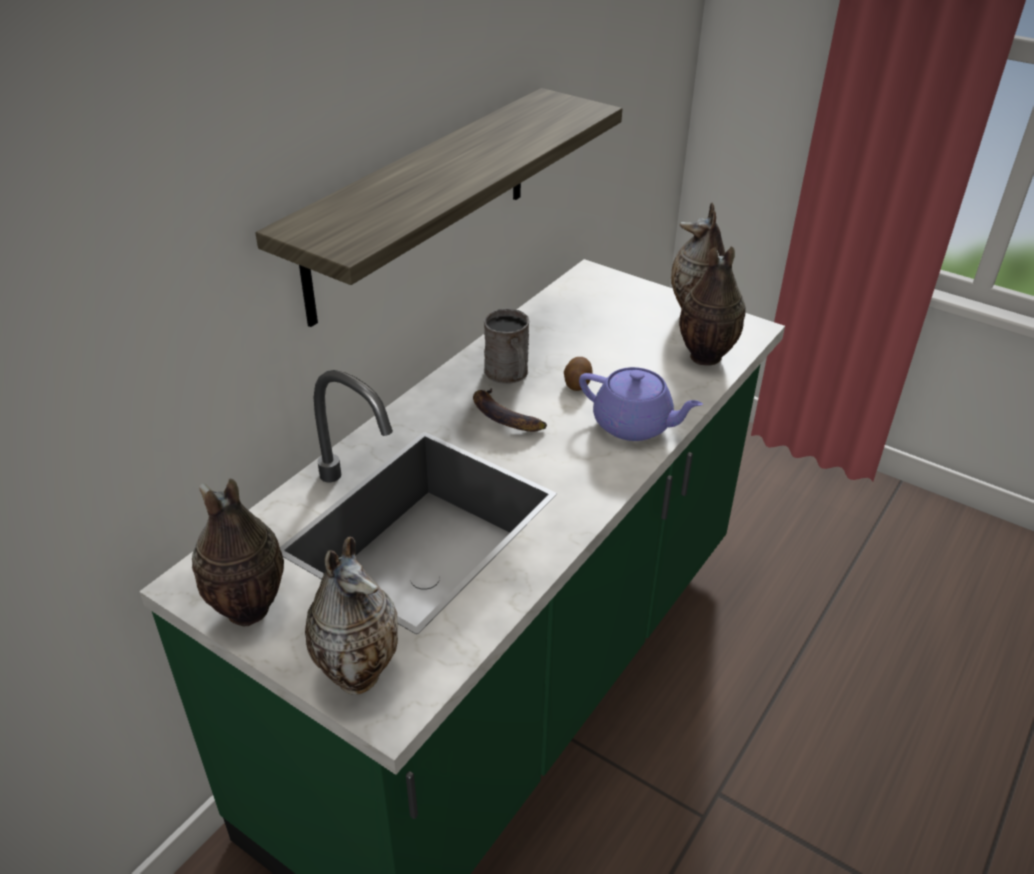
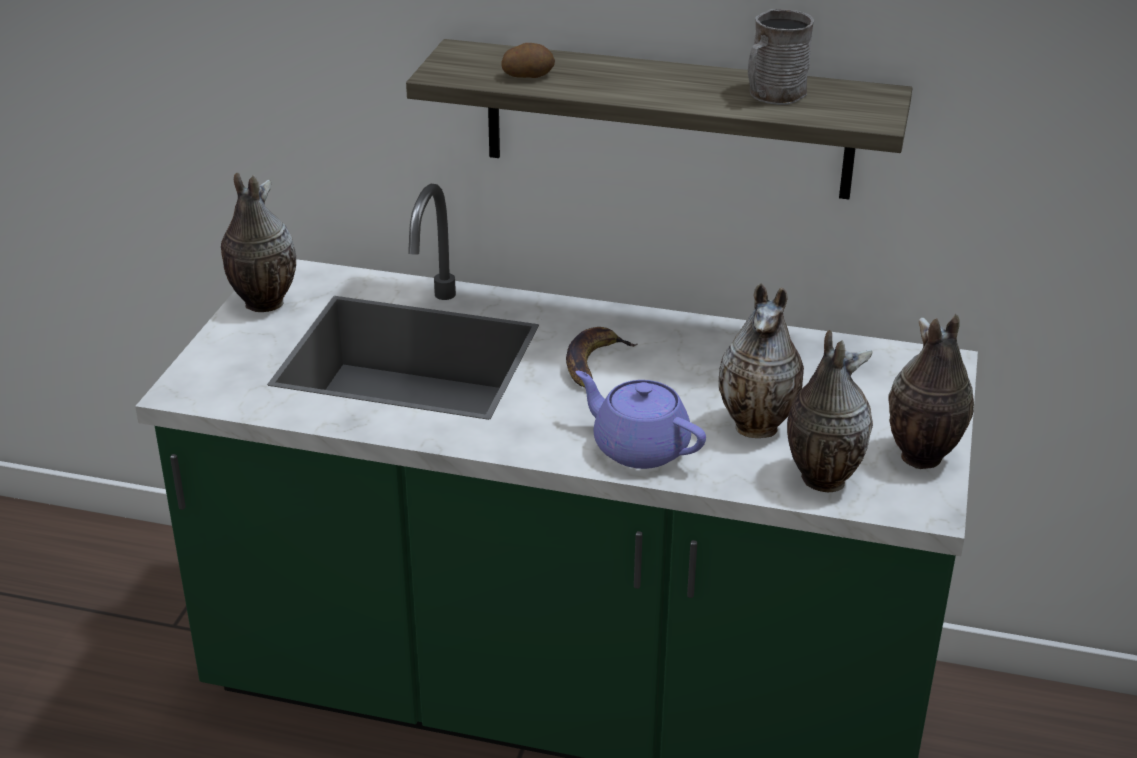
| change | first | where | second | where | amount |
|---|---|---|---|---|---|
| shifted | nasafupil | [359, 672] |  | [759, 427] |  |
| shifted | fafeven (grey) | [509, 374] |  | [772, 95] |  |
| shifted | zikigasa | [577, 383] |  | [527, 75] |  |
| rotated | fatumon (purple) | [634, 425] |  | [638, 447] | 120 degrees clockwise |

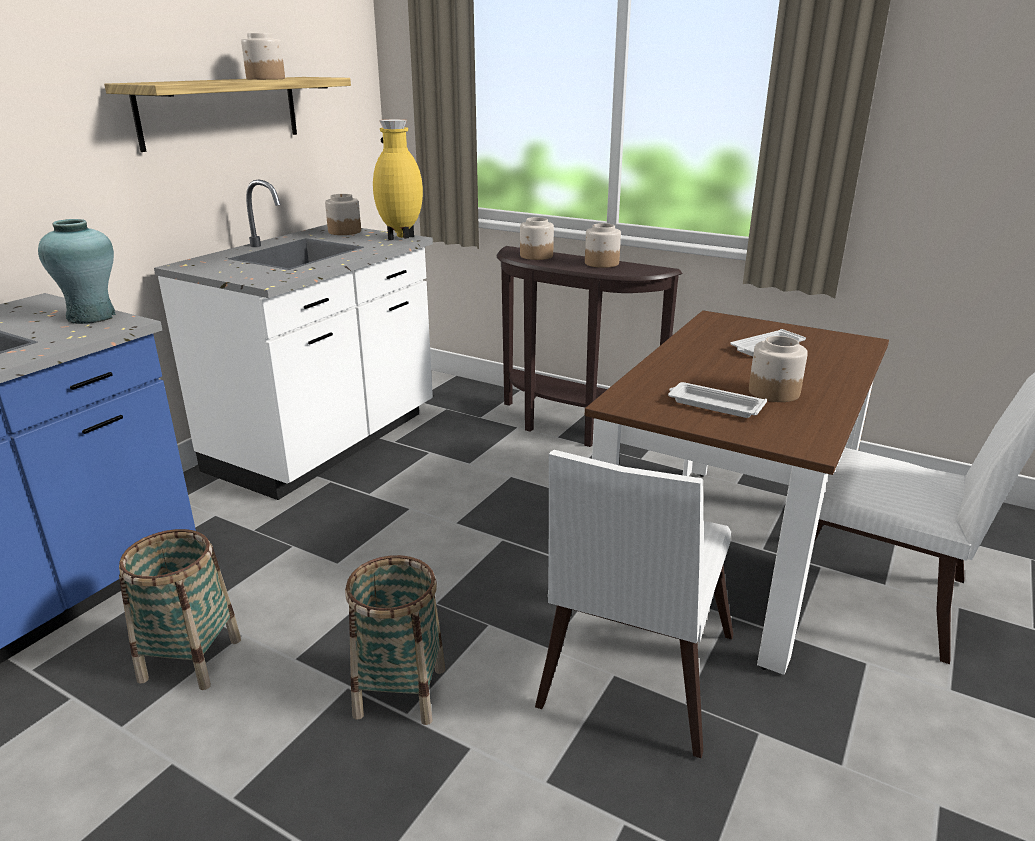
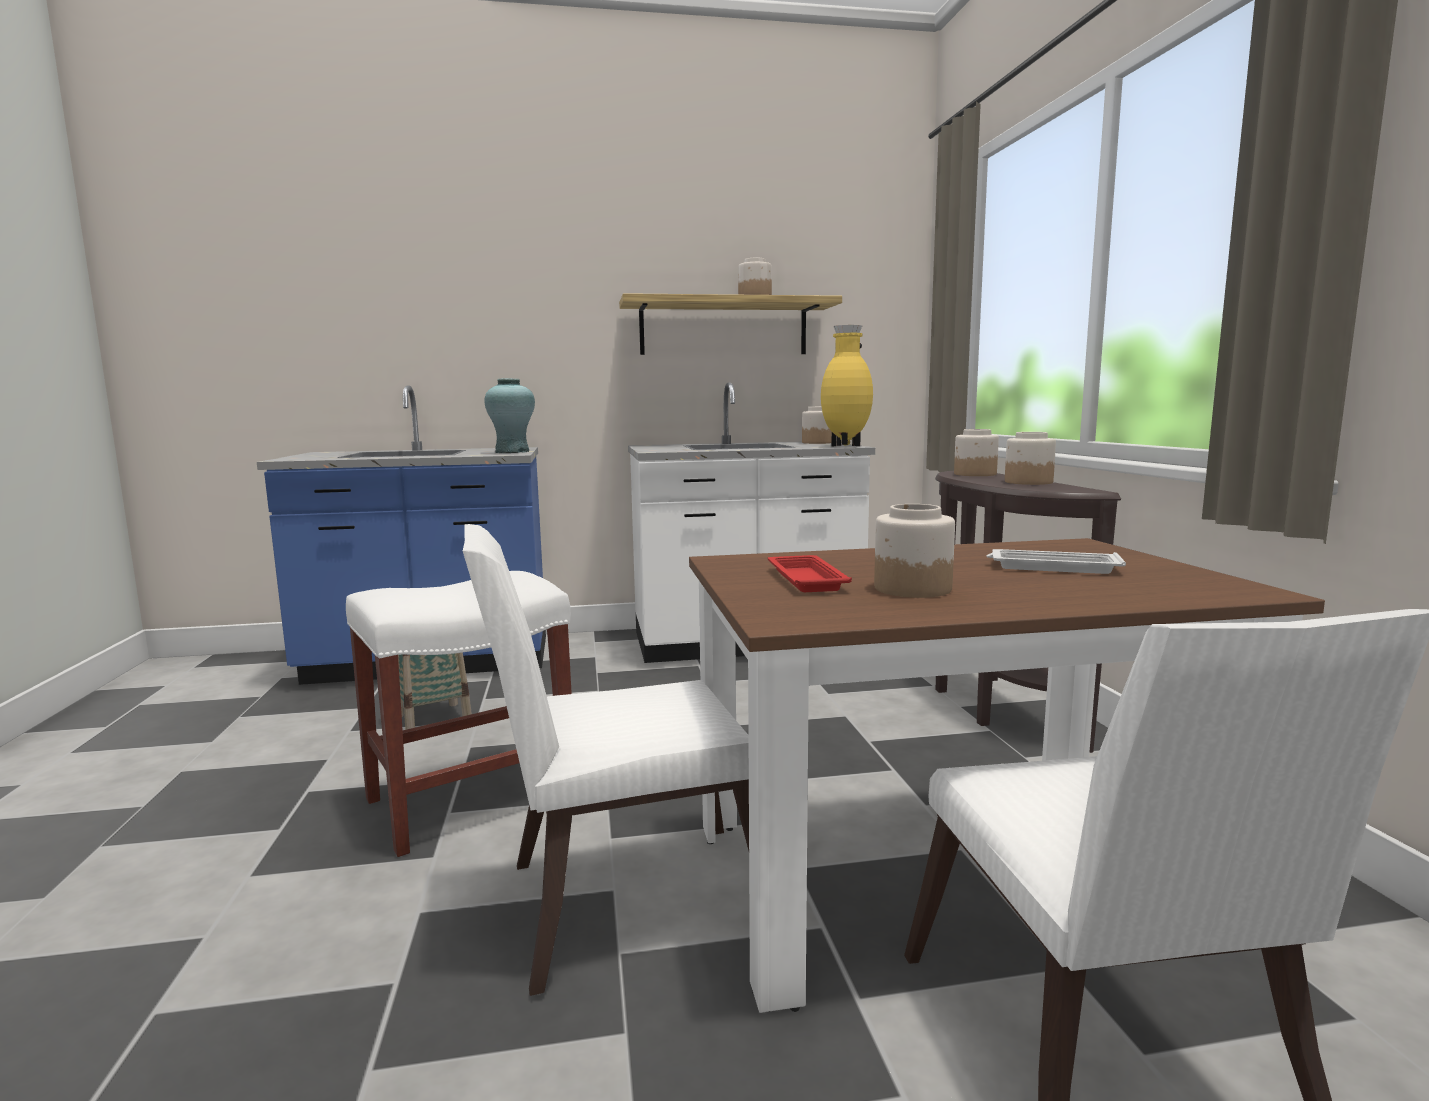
| change | first | where | second | where | amount |
|---|---|---|---|---|---|
| swapped | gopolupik | [400, 691] | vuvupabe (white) | [474, 798] |  |
| repainted | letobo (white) | [713, 405] | letobo (red) | [805, 579] |  |

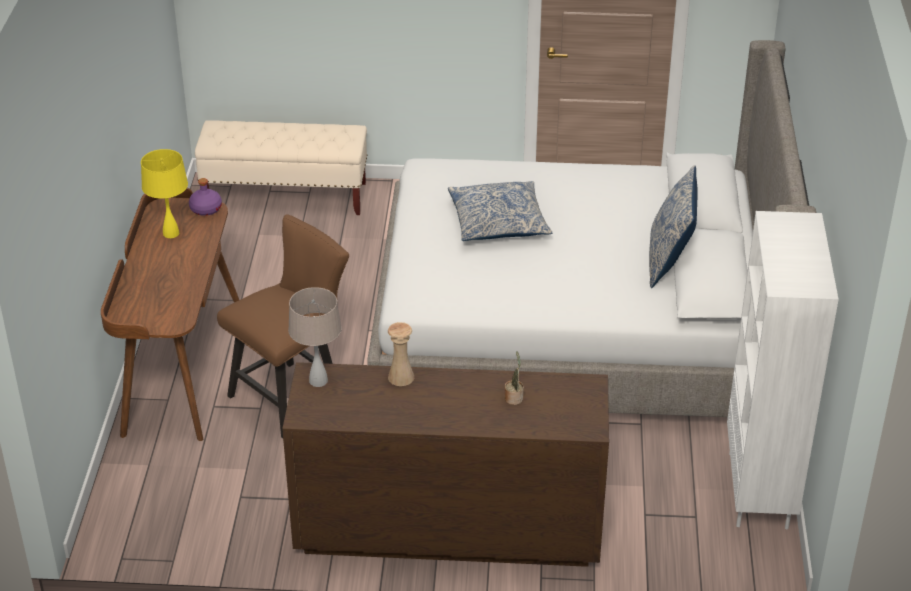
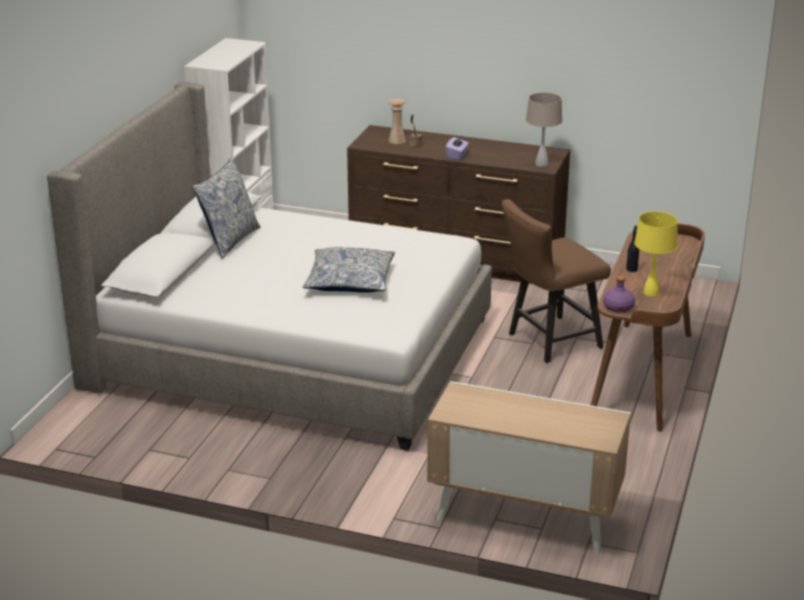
| change | first | where | second | where | amount |
|---|---|---|---|---|---|
| swapped | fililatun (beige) | [286, 196] | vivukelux | [523, 518] |  |
| shifted | nasafupil (beige) | [401, 377] |  | [397, 140] |  |
| new |  |  | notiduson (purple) | [457, 156] |  |
| new |  |  | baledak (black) | [631, 269] |  |

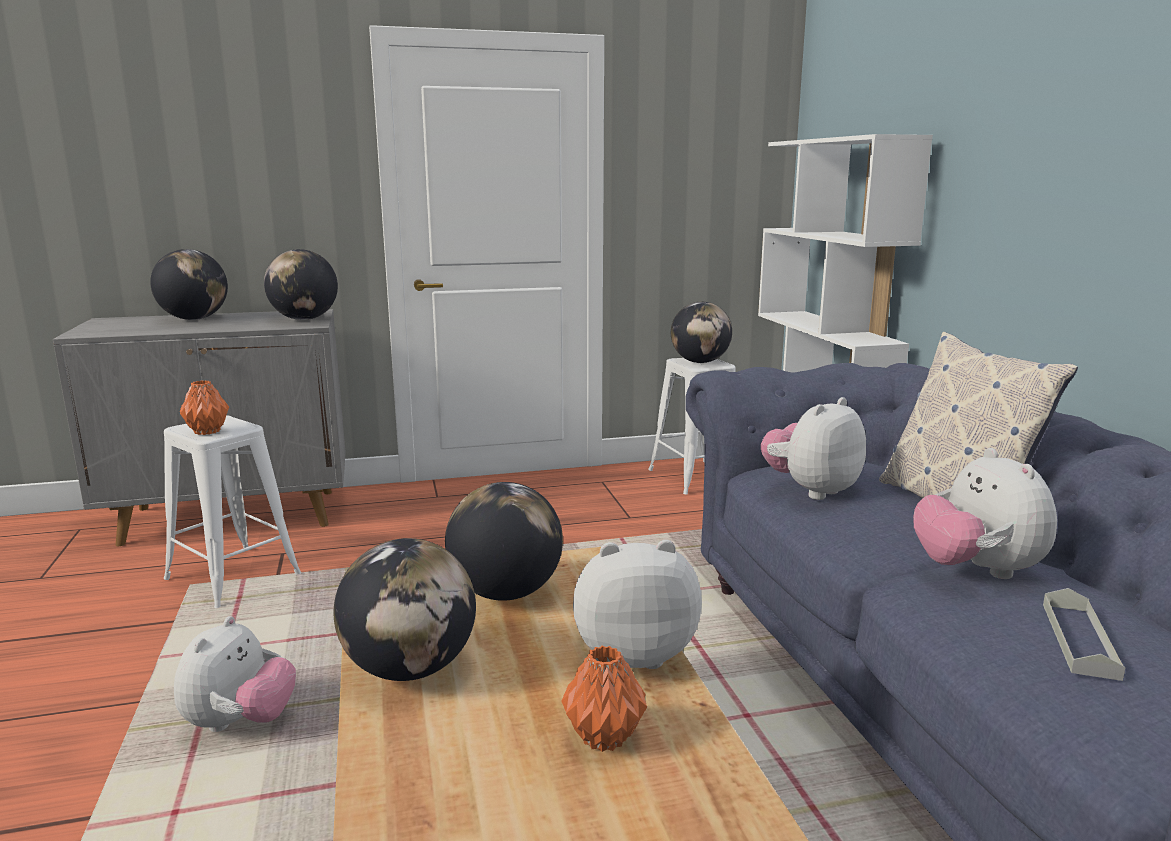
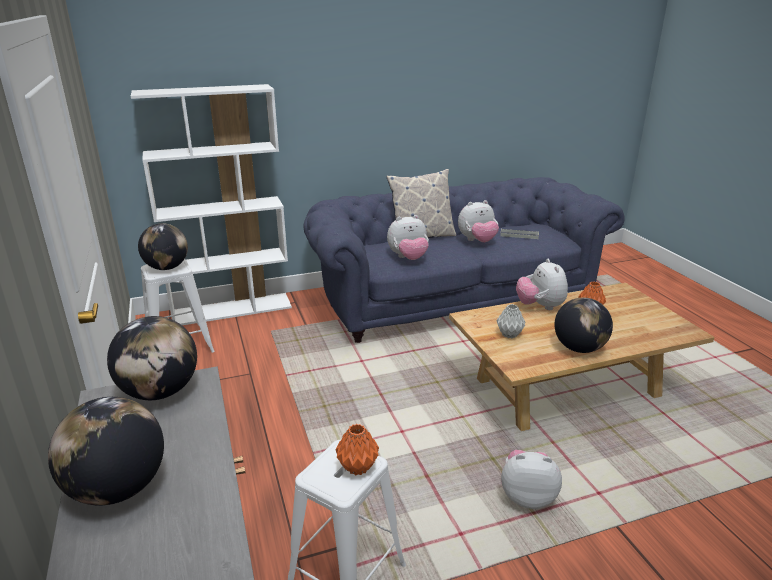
| change | first | where | second | where | amount |
|---|---|---|---|---|---|
| swapped | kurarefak | [505, 593] | nasafupil (grey) | [509, 334] |  |
| rotated | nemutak | [811, 490] |  | [408, 258] | 60 degrees counterclockwise |

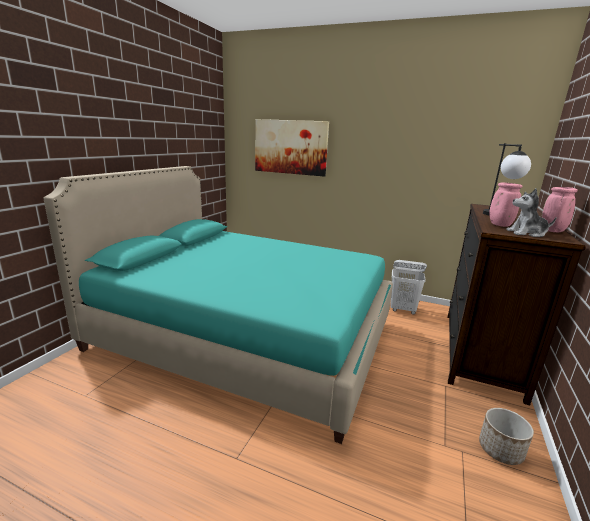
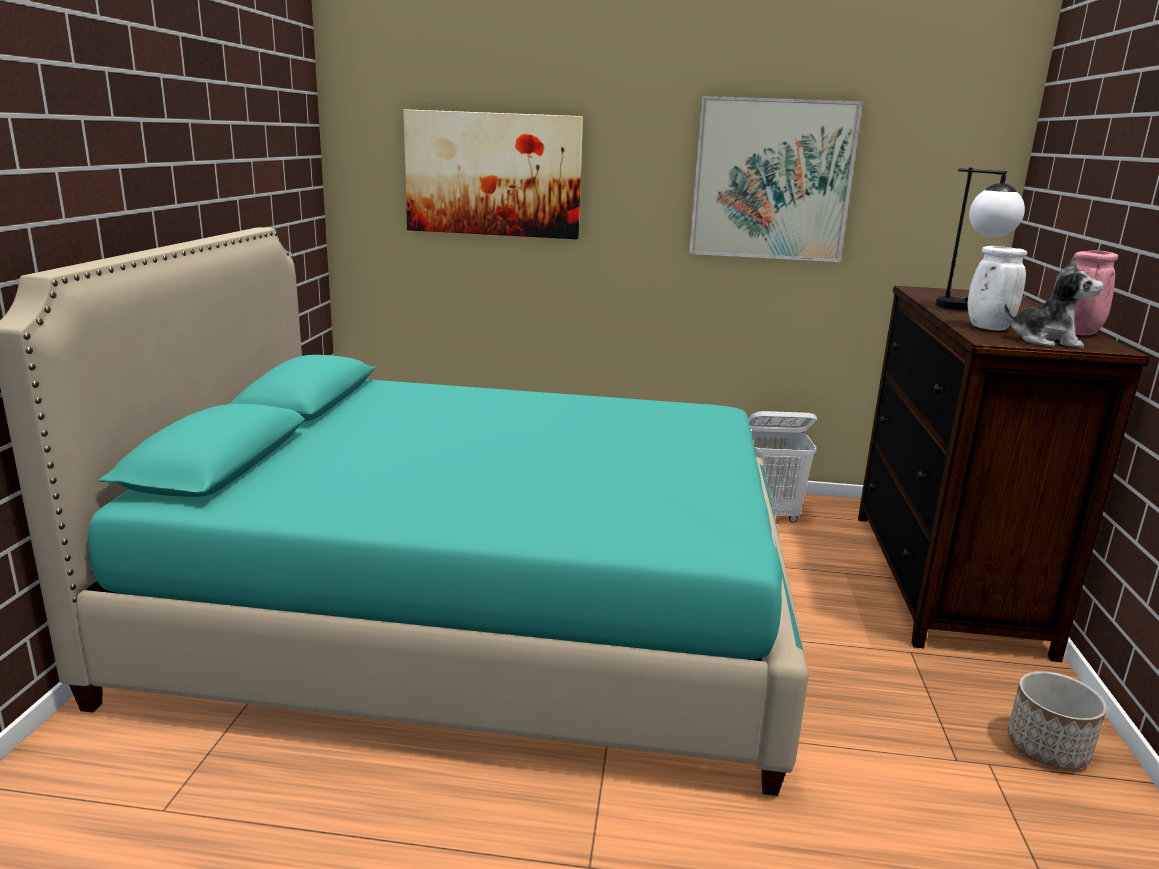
| change | first | where | second | where | amount |
|---|---|---|---|---|---|
| repainted | nasafupil (pink) | [499, 225] | nasafupil (white) | [987, 328] |  |
| rotated | nemutak | [527, 233] |  | [1045, 341] | 150 degrees counterclockwise |
| new |  |  | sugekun | [771, 180] |  |

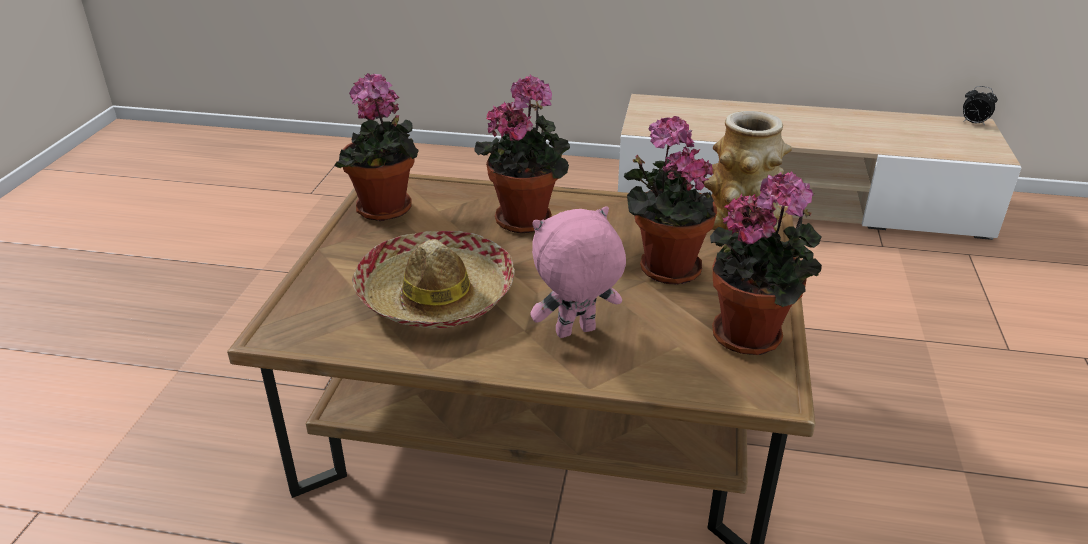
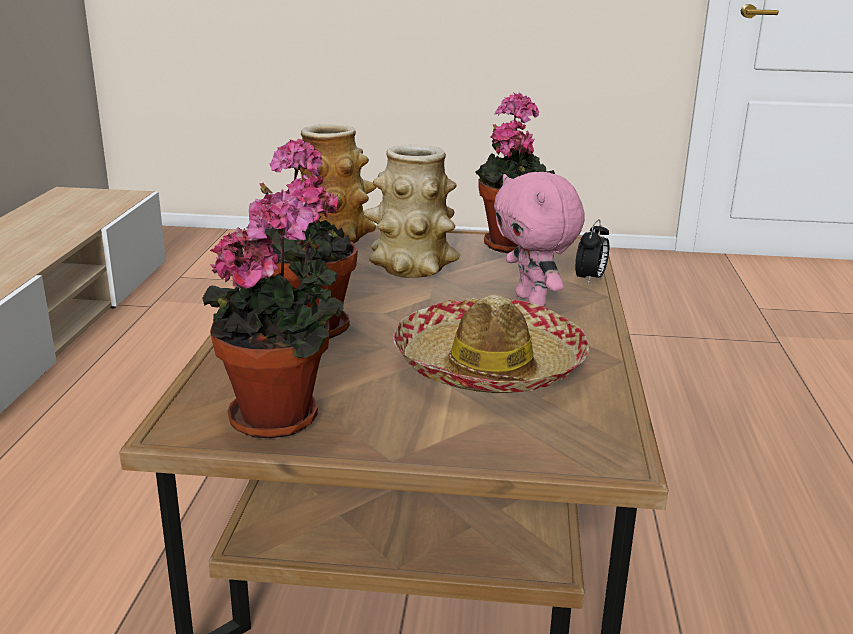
| change | first | where | second | where | amount |
|---|---|---|---|---|---|
| swapped | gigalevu | [664, 267] | nasafupil | [411, 267] |  |
| shifted | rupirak | [973, 123] |  | [590, 279] |  |

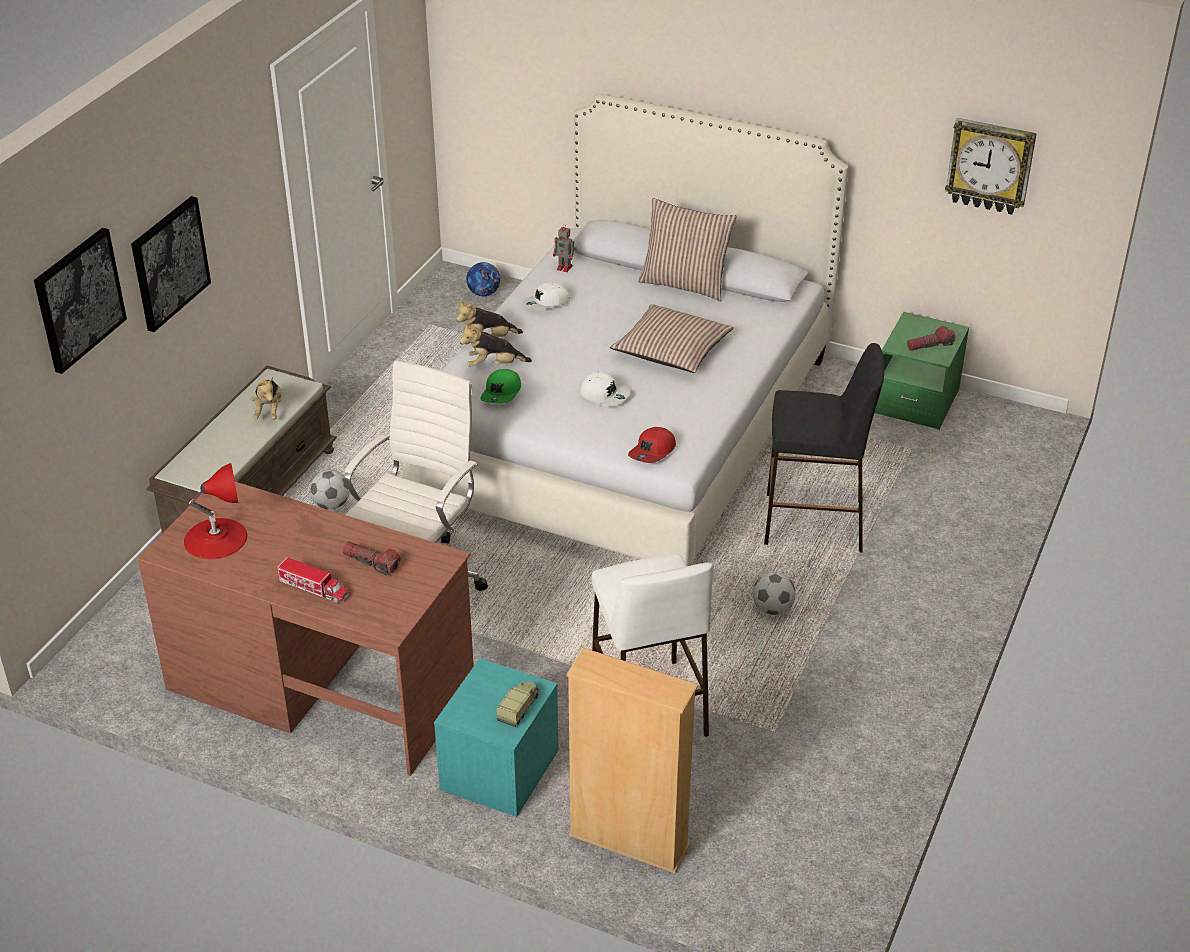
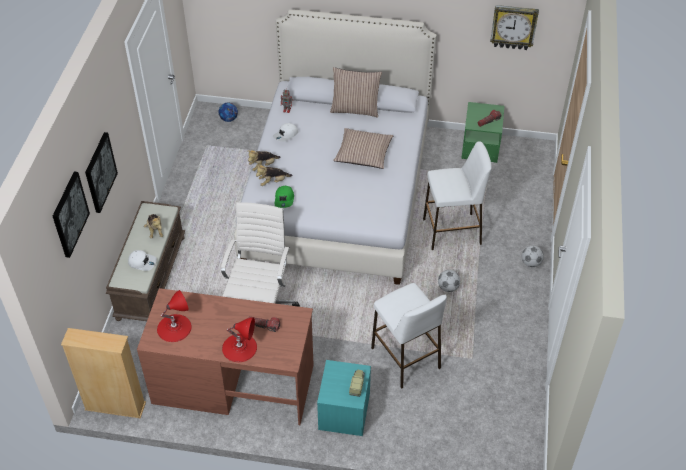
| change | first | where | second | where | amount |
|---|---|---|---|---|---|
| swapped | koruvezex | [313, 588] | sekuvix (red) | [239, 347] |  |
| shifted | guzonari | [331, 505] |  | [531, 263] |  |
| shifted | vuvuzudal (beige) | [628, 841] |  | [115, 406] |  |
| shifted | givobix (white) | [605, 395] |  | [142, 262] |  |
| gone | givobix (red) | [653, 452] |  |  |  |
| repainted | vuvupabe (black) | [814, 522] | vuvupabe (white) | [452, 231] |  |

